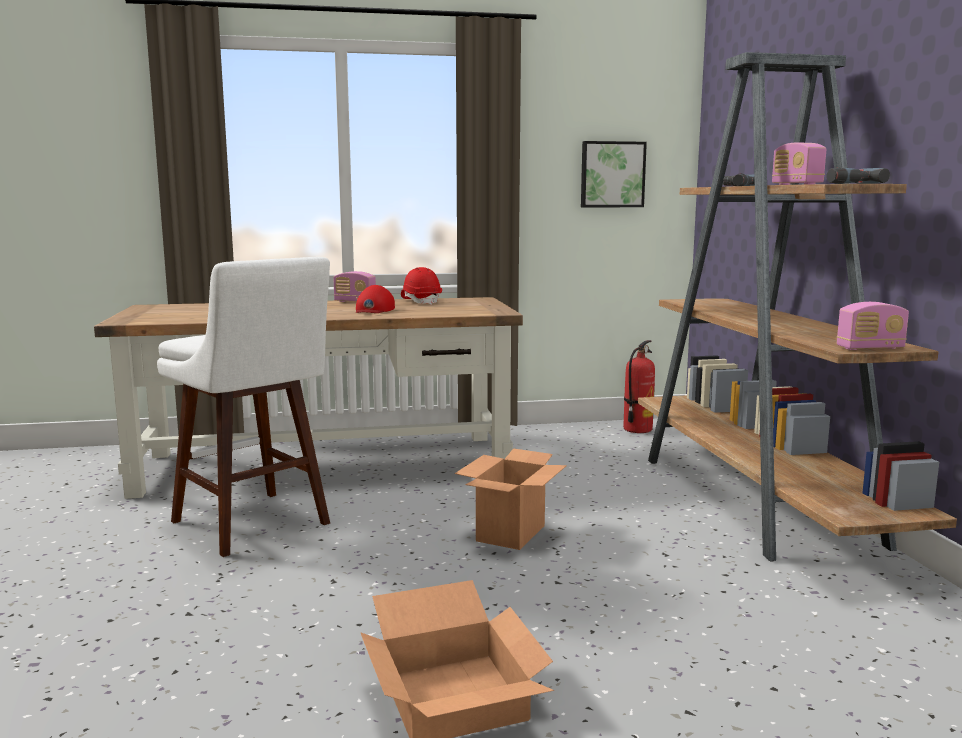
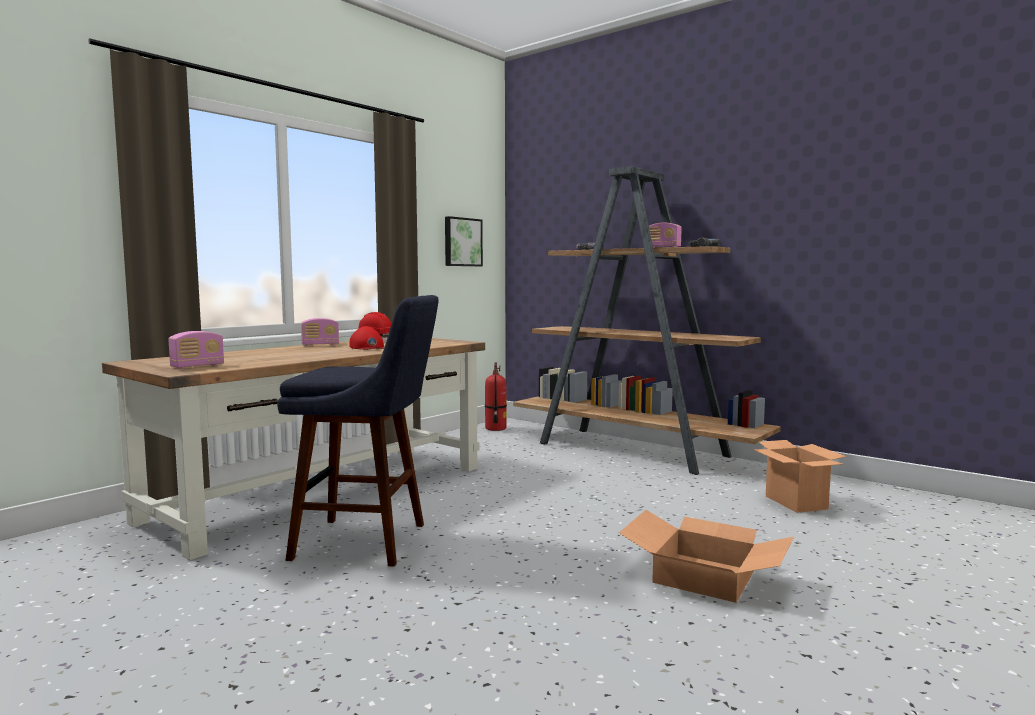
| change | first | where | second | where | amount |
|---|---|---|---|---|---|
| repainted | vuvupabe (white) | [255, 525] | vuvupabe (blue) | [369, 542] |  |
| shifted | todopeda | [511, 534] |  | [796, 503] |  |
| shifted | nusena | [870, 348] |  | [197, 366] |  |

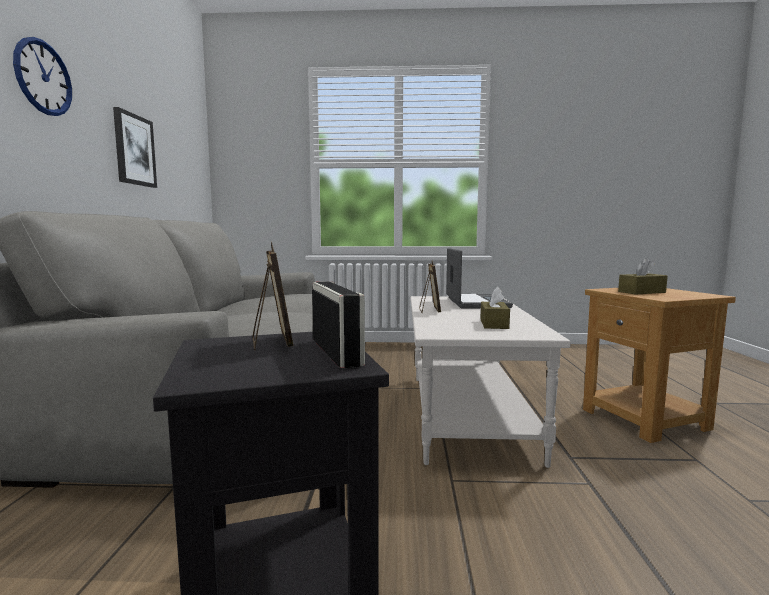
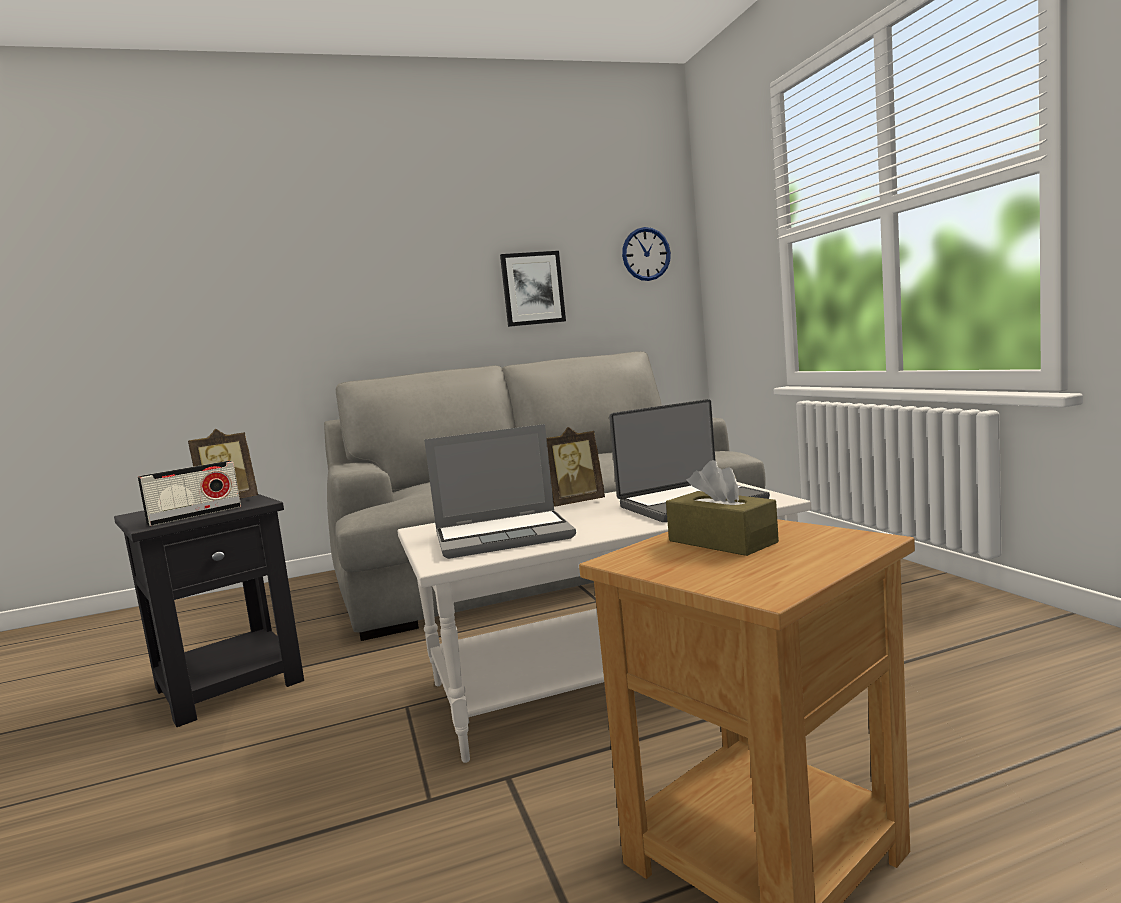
| change | first | where | second | where | amount |
|---|---|---|---|---|---|
| shifted | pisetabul | [43, 77] |  | [646, 254] |  |
| swapped | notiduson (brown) | [494, 324] | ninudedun | [505, 536] |  |

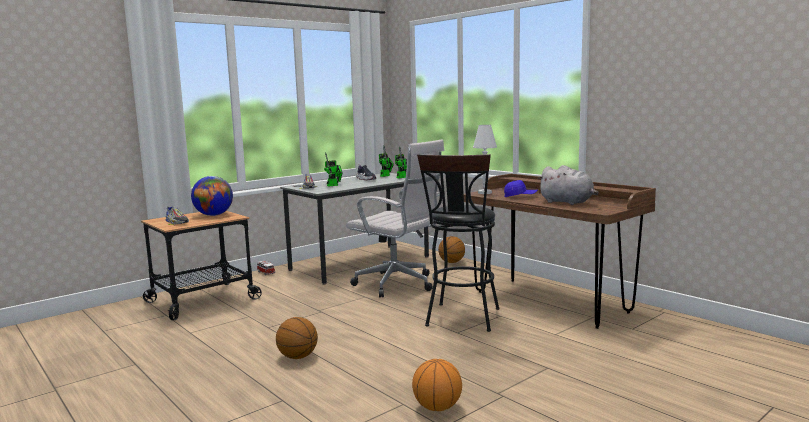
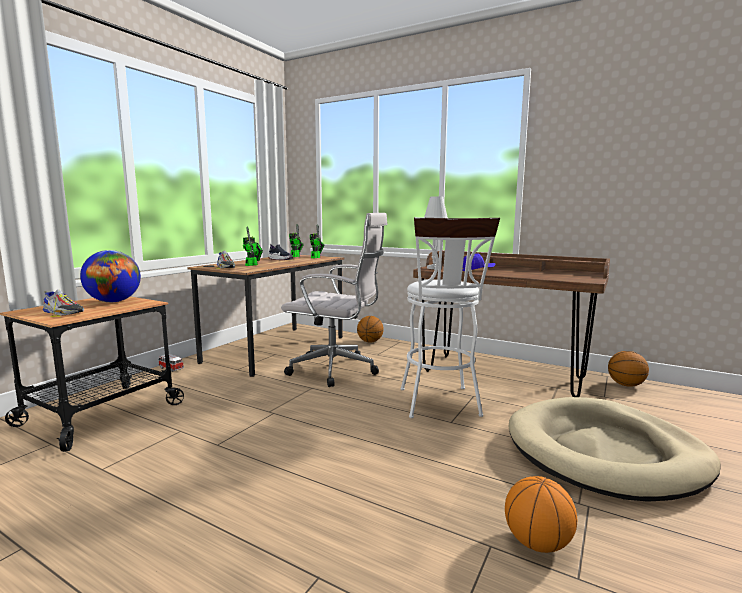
| change | first | where | second | where | amount |
|---|---|---|---|---|---|
| shifted | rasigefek | [297, 357] |  | [625, 385] |  |
| repainted | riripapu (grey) | [360, 263] | riripapu (brown) | [276, 349] |  |
| repainted | vuvupabe (black) | [462, 319] | vuvupabe (white) | [441, 405] |  |
| gone | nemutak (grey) | [568, 202] |  |  |  |
| new |  |  | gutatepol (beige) | [605, 453] |  |

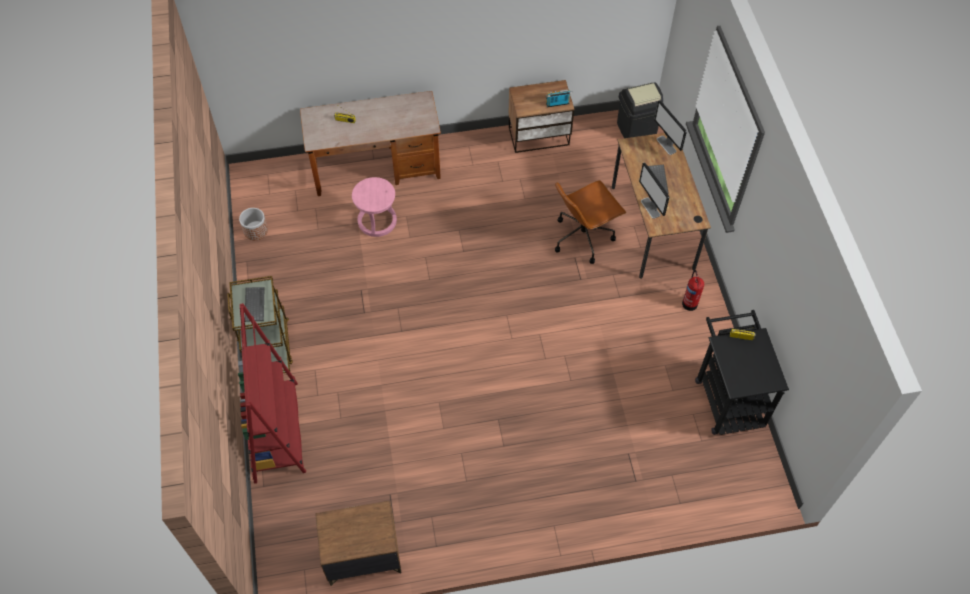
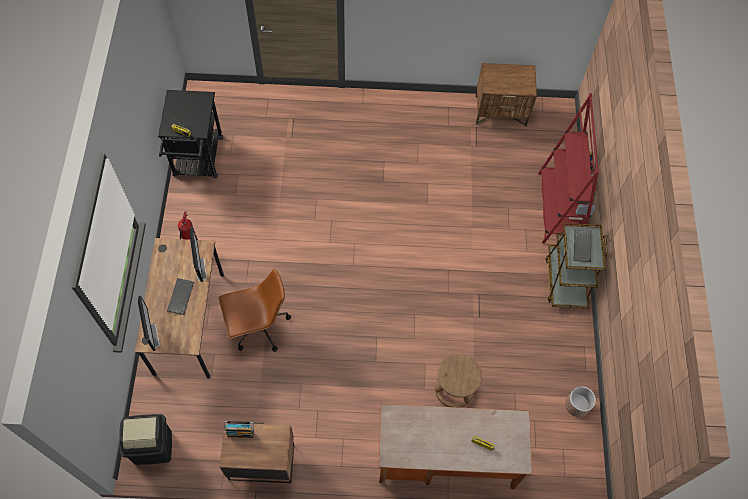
| change | first | where | second | where | amount |
|---|---|---|---|---|---|
| repainted | vuvupabe (pink) | [377, 221] | vuvupabe (brown) | [454, 389] |  |

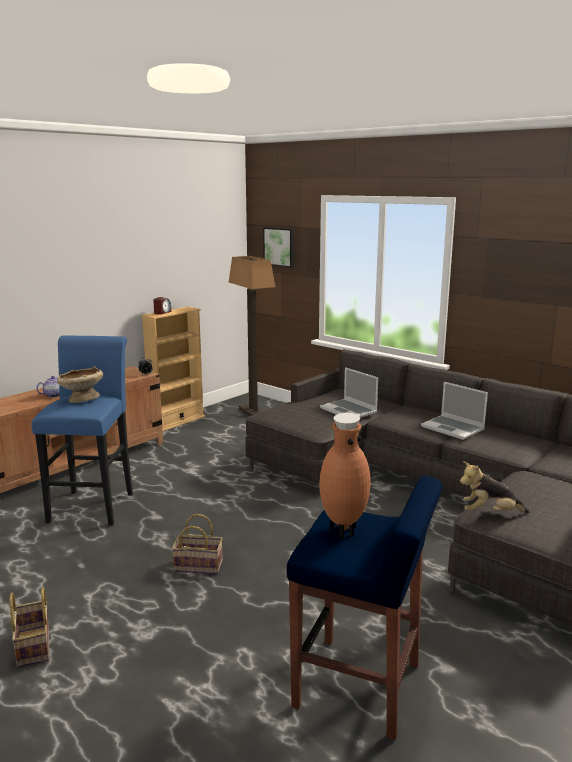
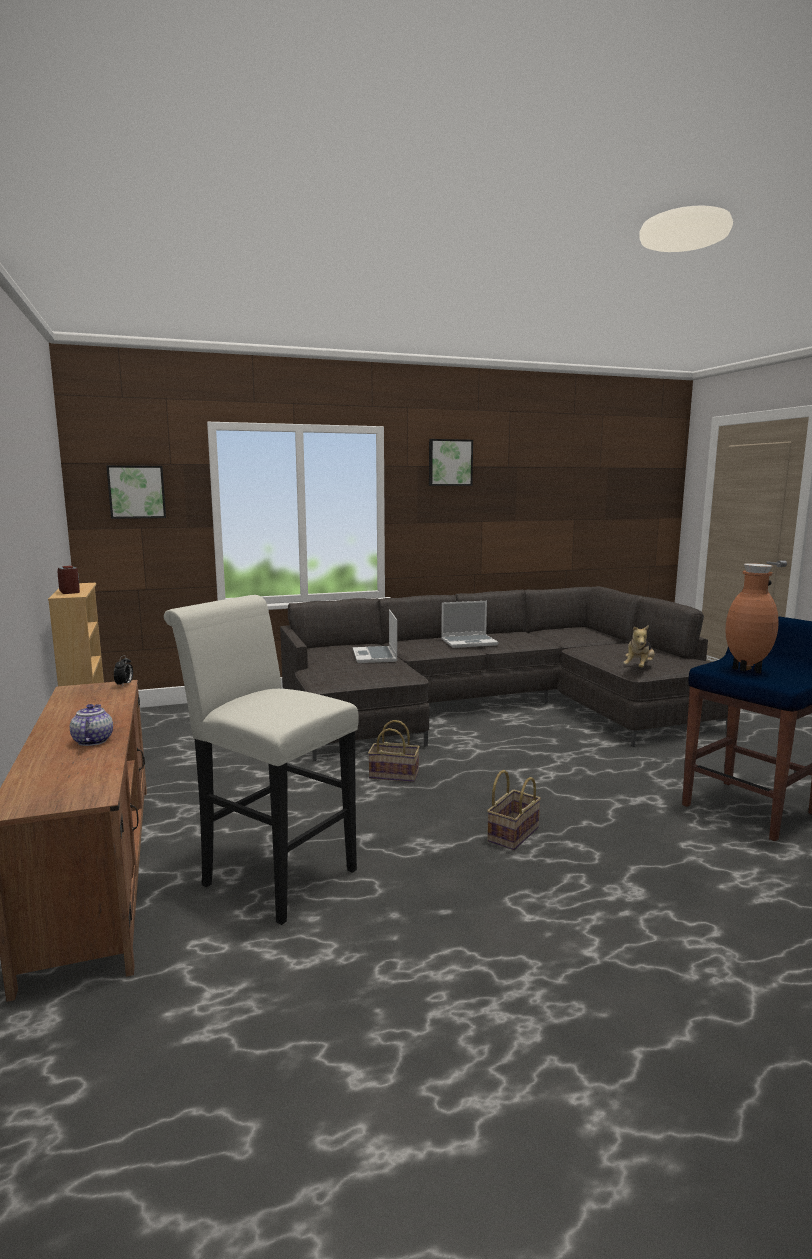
| change | first | where | second | where | amount |
|---|---|---|---|---|---|
| shifted | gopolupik | [34, 647] |  | [395, 775] |  |
| repainted | vuvupabe (blue) | [94, 504] | vuvupabe (white) | [272, 874] |  |
| gone | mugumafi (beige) | [82, 399] |  |  |  |
| gone | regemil | [253, 413] |  |  |  |
| rotated | ninudedun | [349, 411] |  | [375, 656] | 90 degrees clockwise |
| new |  |  | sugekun | [449, 462] |  |

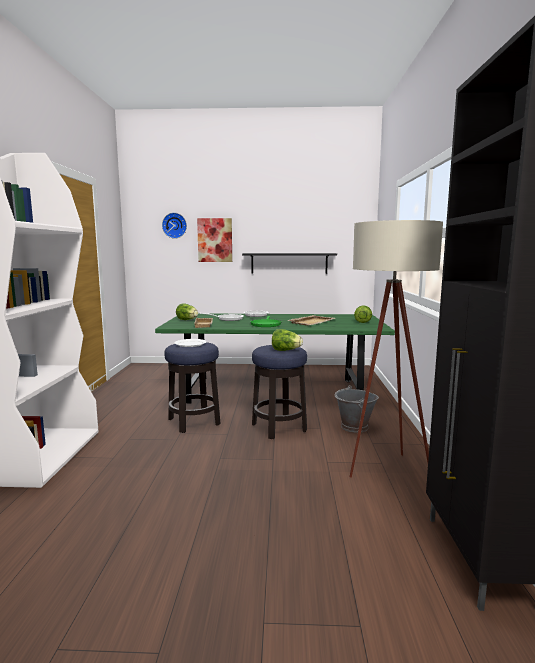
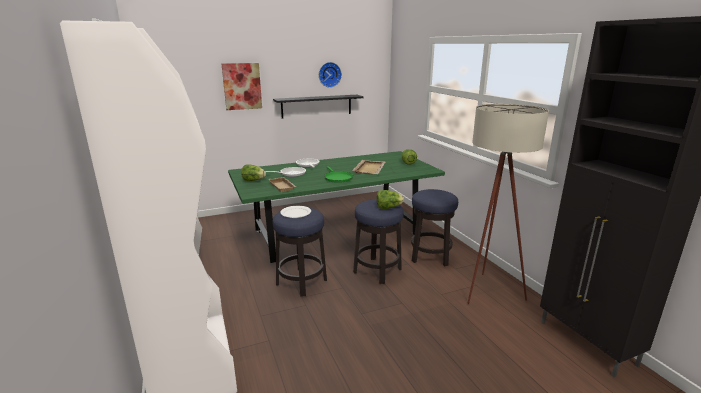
| change | first | where | second | where | amount |
|---|---|---|---|---|---|
| shifted | pisetabul | [174, 225] |  | [329, 74] |  |
| swapped | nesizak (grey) | [354, 427] | vuvupabe | [430, 256] |  |

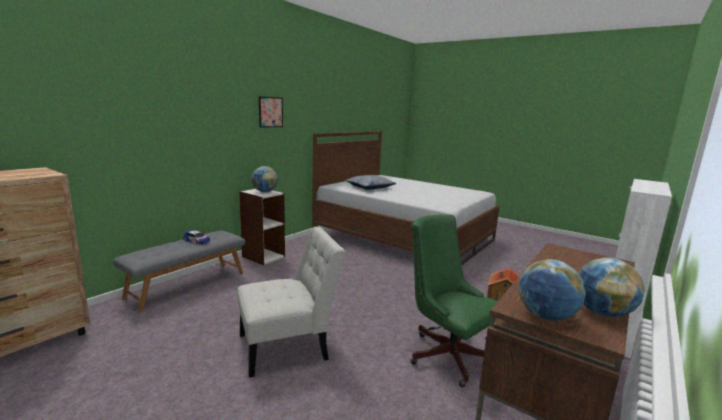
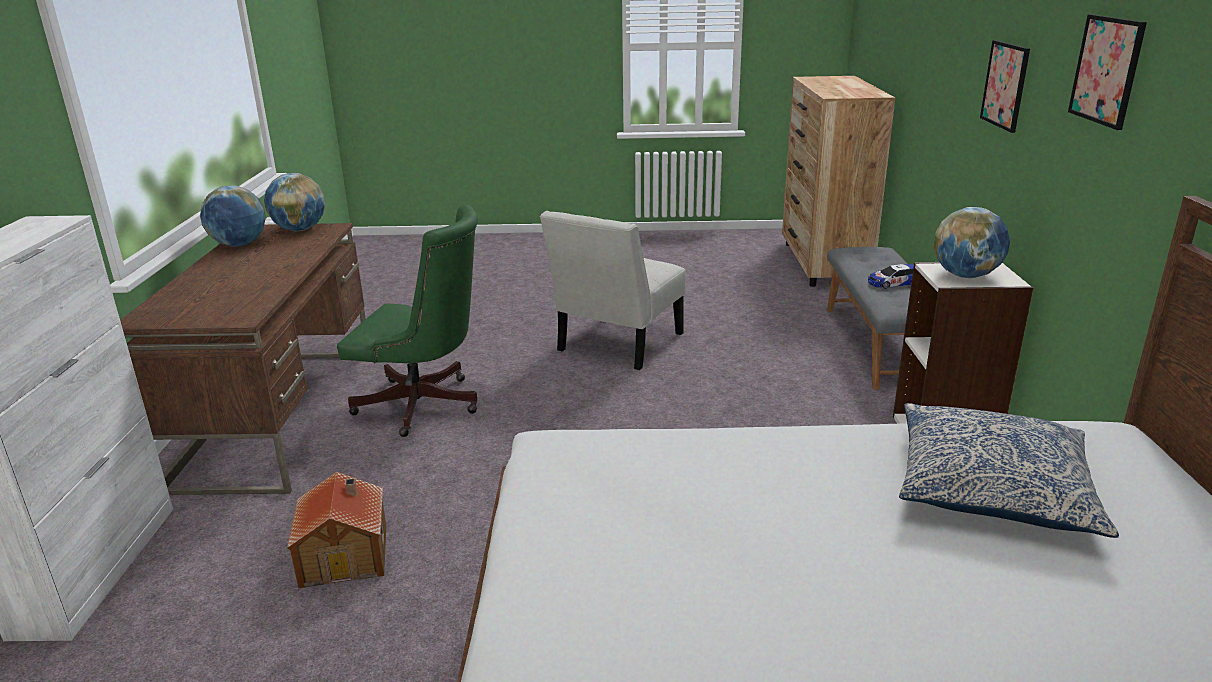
| change | first | where | second | where | amount |
|---|---|---|---|---|---|
| new |  |  | sugekun | [1005, 85] |  |

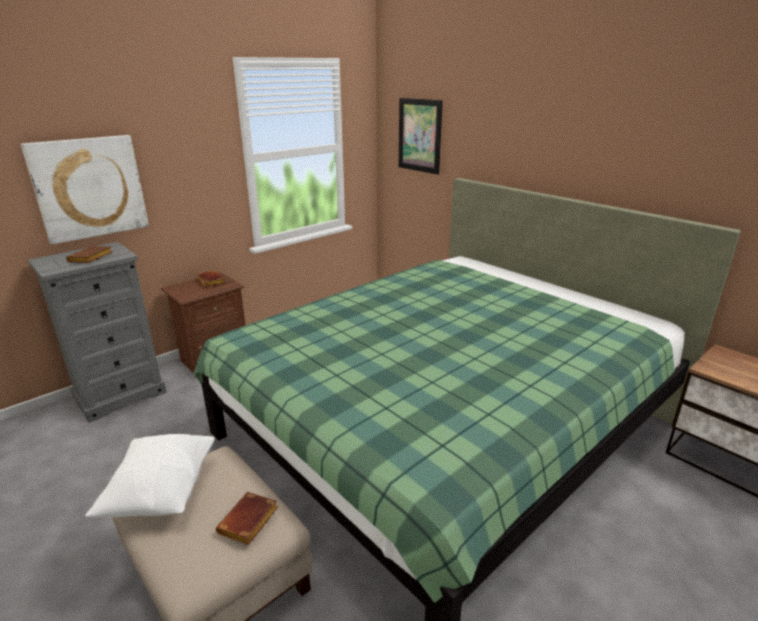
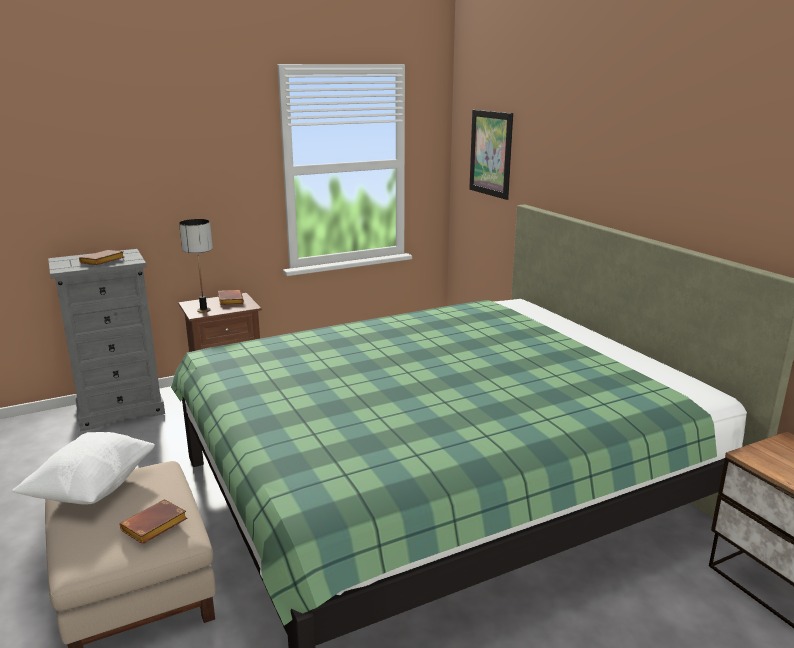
| change | first | where | second | where | amount |
|---|---|---|---|---|---|
| gone | sugekun | [89, 188] |  |  |  |
| new |  |  | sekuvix | [204, 310] |  |

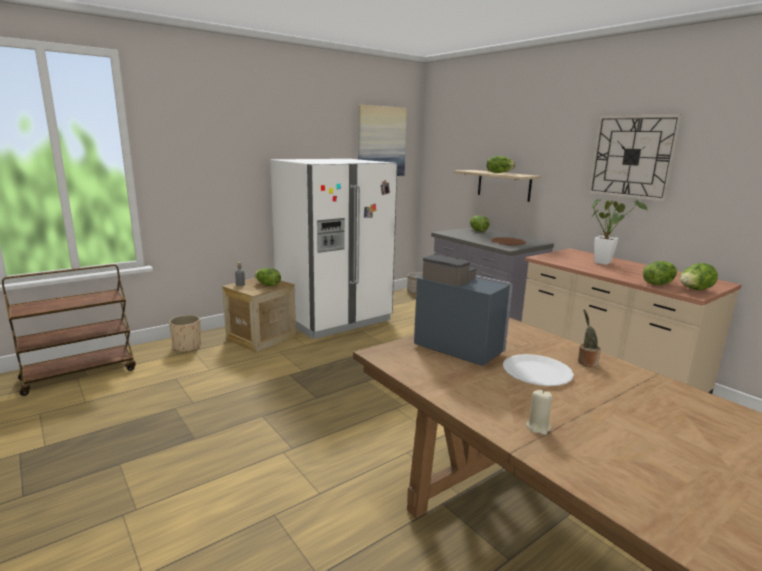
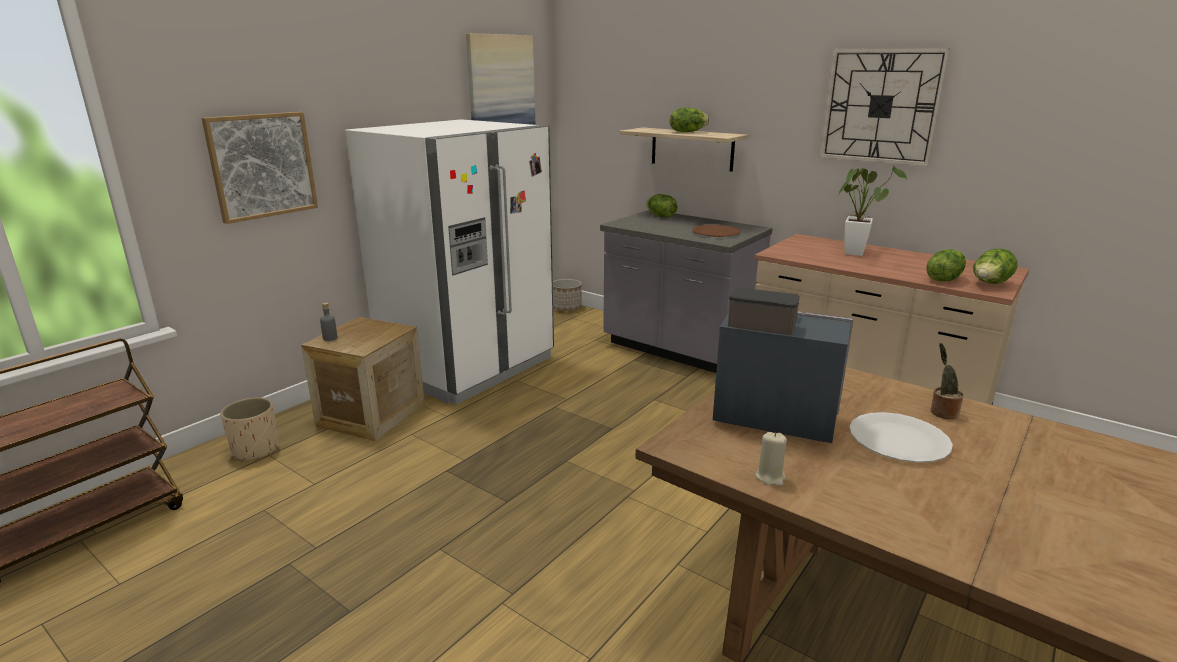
| change | first | where | second | where | amount |
|---|---|---|---|---|---|
| gone | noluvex | [267, 285] |  |  |  |
| shifted | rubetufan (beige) | [538, 427] |  | [770, 477] |  |
| new |  |  | sugekun | [262, 165] |  |

